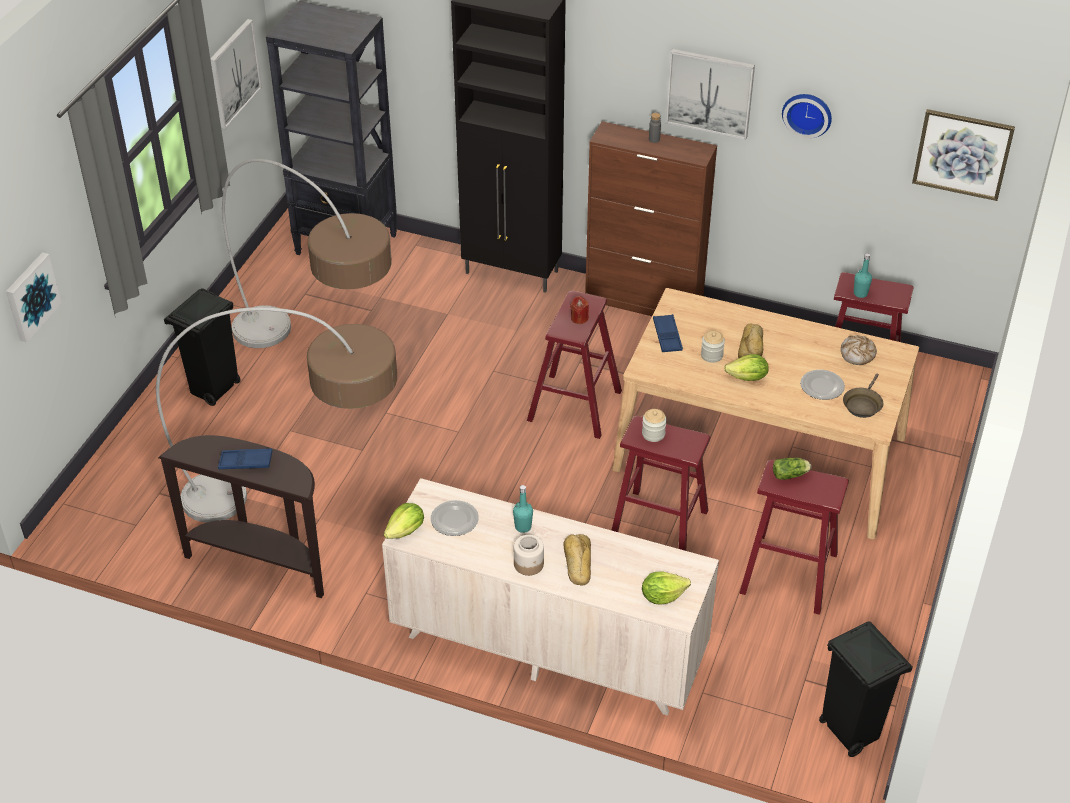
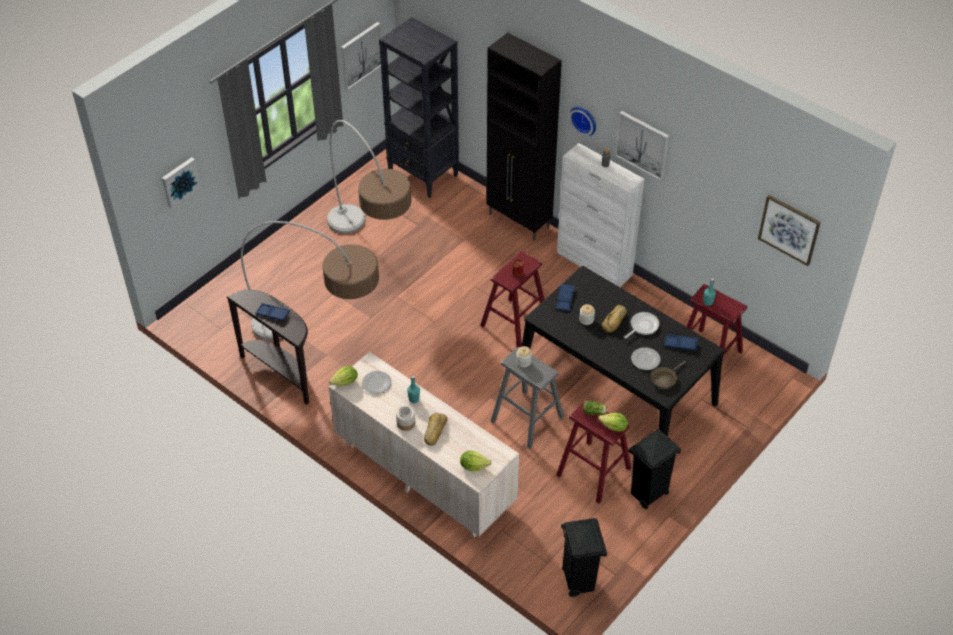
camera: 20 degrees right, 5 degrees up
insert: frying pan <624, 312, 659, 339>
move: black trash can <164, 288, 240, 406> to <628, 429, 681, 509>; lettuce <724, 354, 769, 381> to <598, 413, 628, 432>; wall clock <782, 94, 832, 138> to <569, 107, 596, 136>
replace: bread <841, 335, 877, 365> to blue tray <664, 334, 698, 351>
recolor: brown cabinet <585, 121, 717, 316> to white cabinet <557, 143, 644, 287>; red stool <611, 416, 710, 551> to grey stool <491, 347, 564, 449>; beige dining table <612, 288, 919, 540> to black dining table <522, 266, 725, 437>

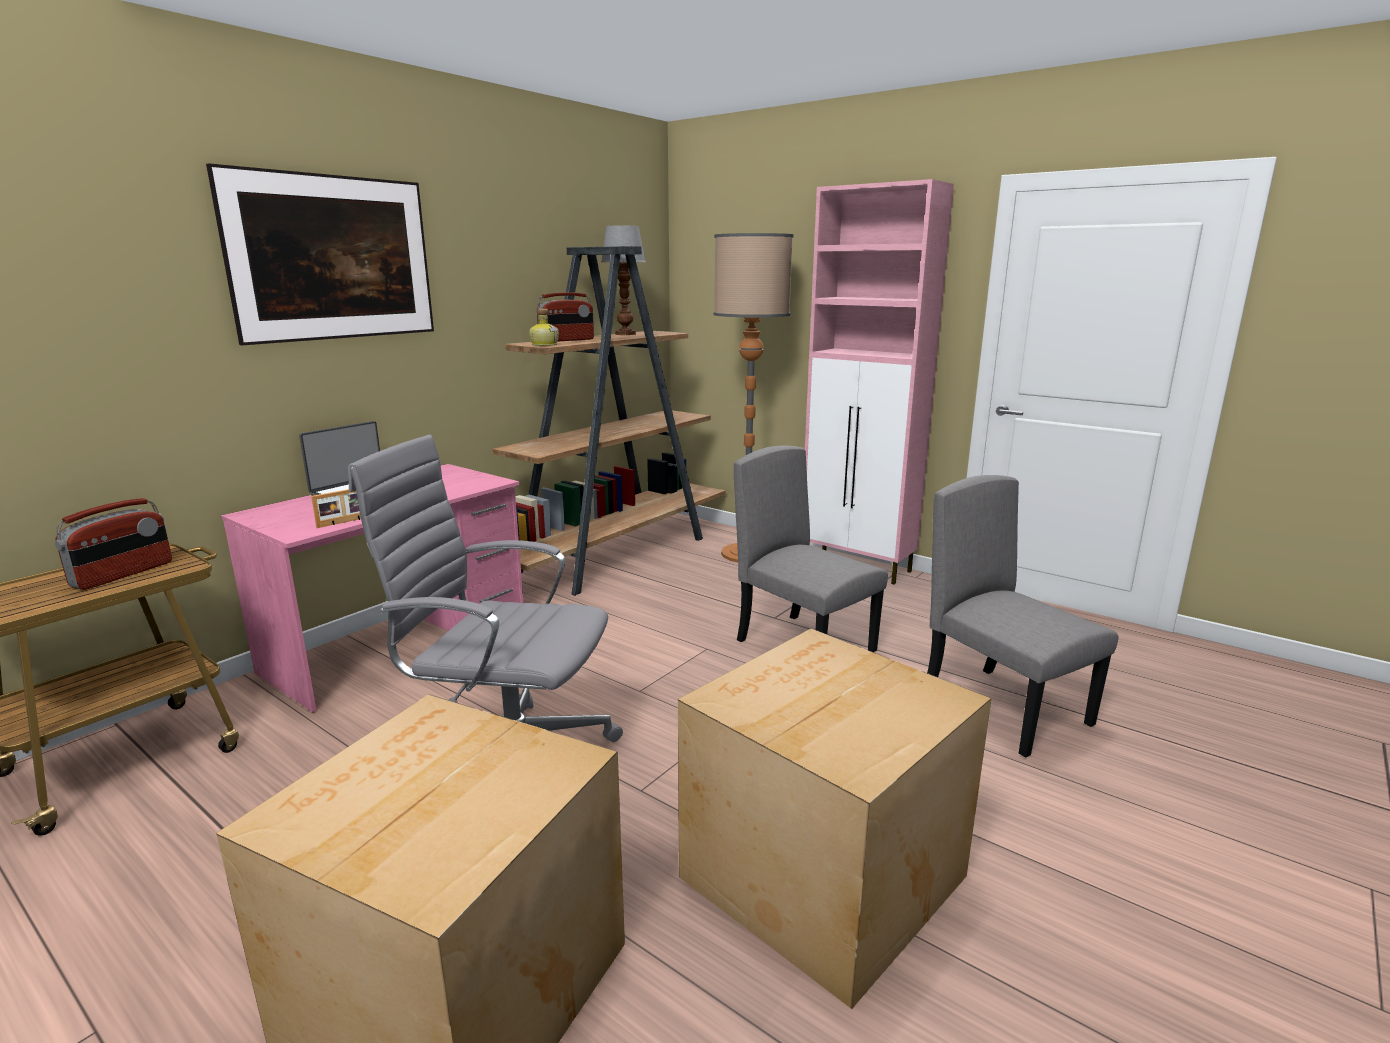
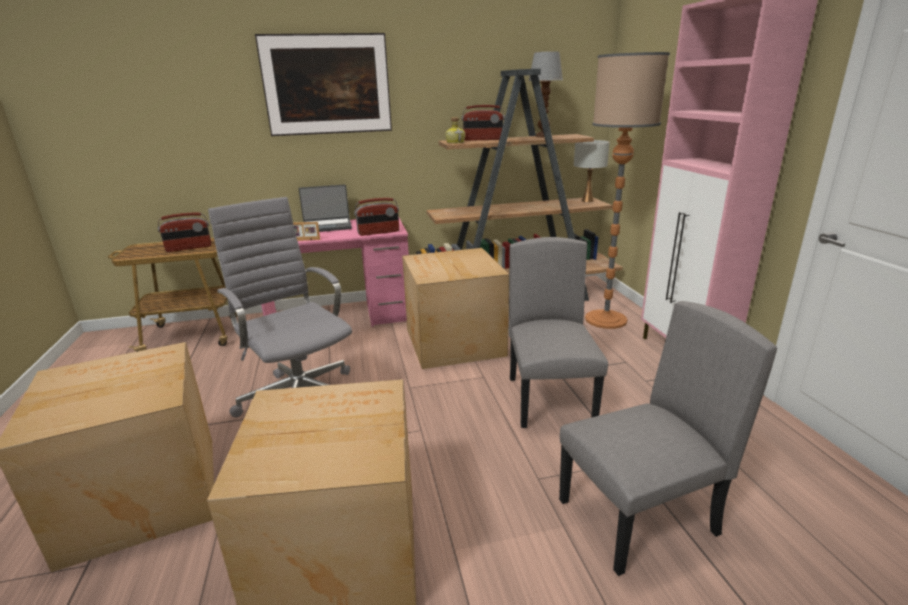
camera: 40 degrees right, 5 degrees up
insert: radio <354, 198, 399, 236>; cardboard box <402, 248, 509, 369>; white table lamp <574, 140, 610, 202>
rotate: grey chair <927, 475, 1118, 757> = <559, 301, 777, 576> 60 degrees clockwise

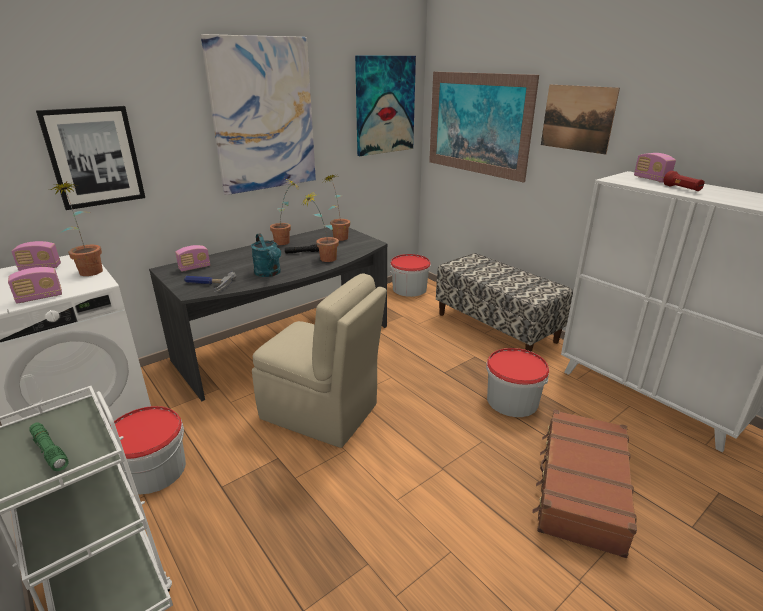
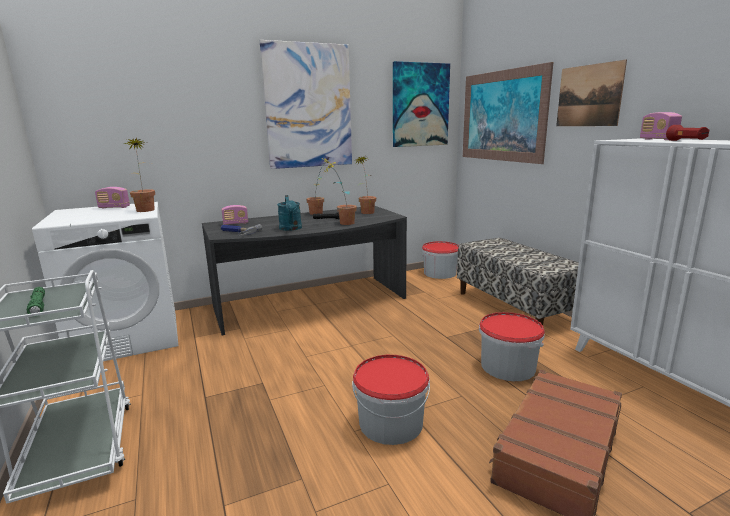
camera: 15 degrees right, 10 degrees down
delete: radio <8, 267, 62, 304>; picture <36, 106, 145, 210>; beige chair <252, 273, 387, 448>
move: bucket <110, 406, 186, 494> to <352, 355, 430, 445>

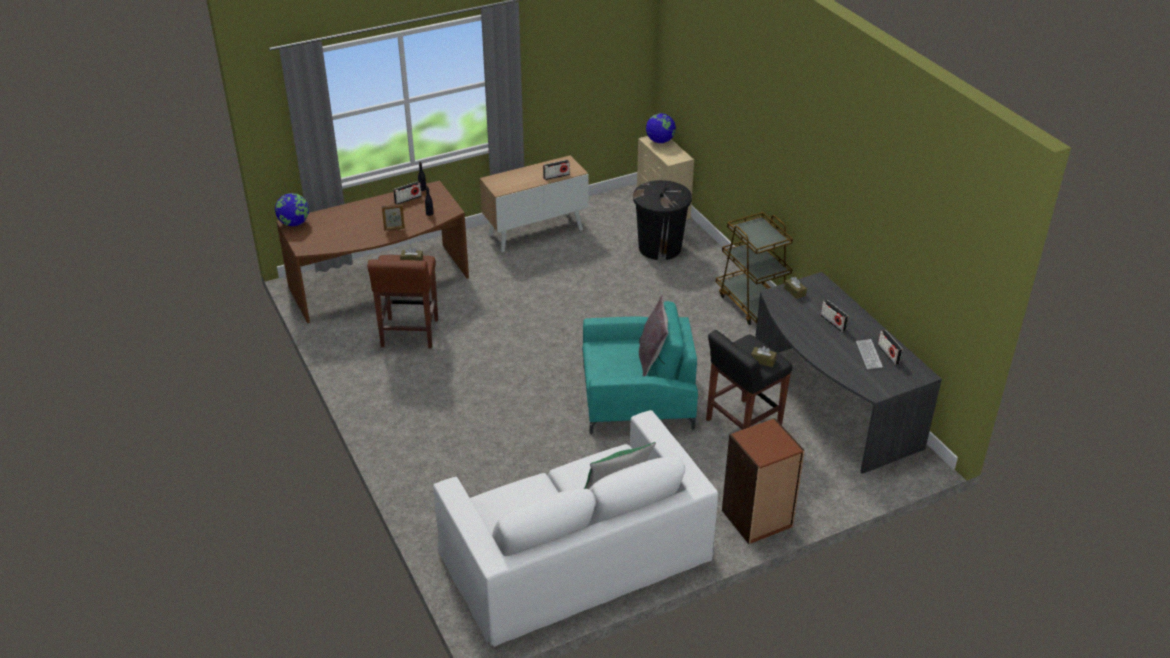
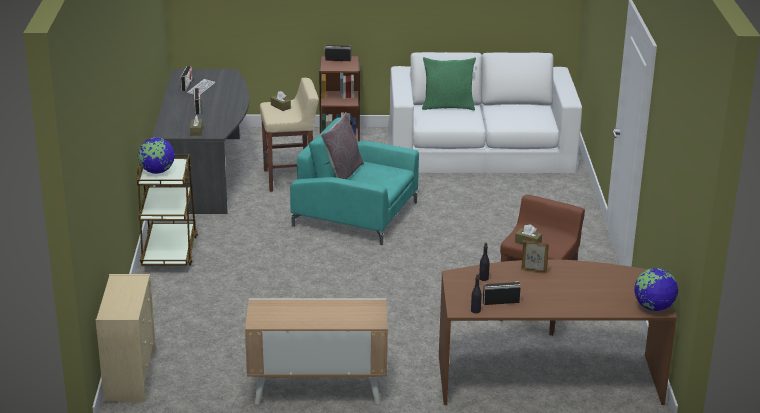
camera: 155 degrees left, 10 degrees down
delete: black trash can <633, 180, 692, 260>
move: radio <543, 160, 570, 180> to <325, 45, 351, 61>; globe <646, 113, 676, 143> to <138, 137, 175, 174>
recolor: black stool <706, 330, 792, 430> to beige stool <260, 78, 319, 192>

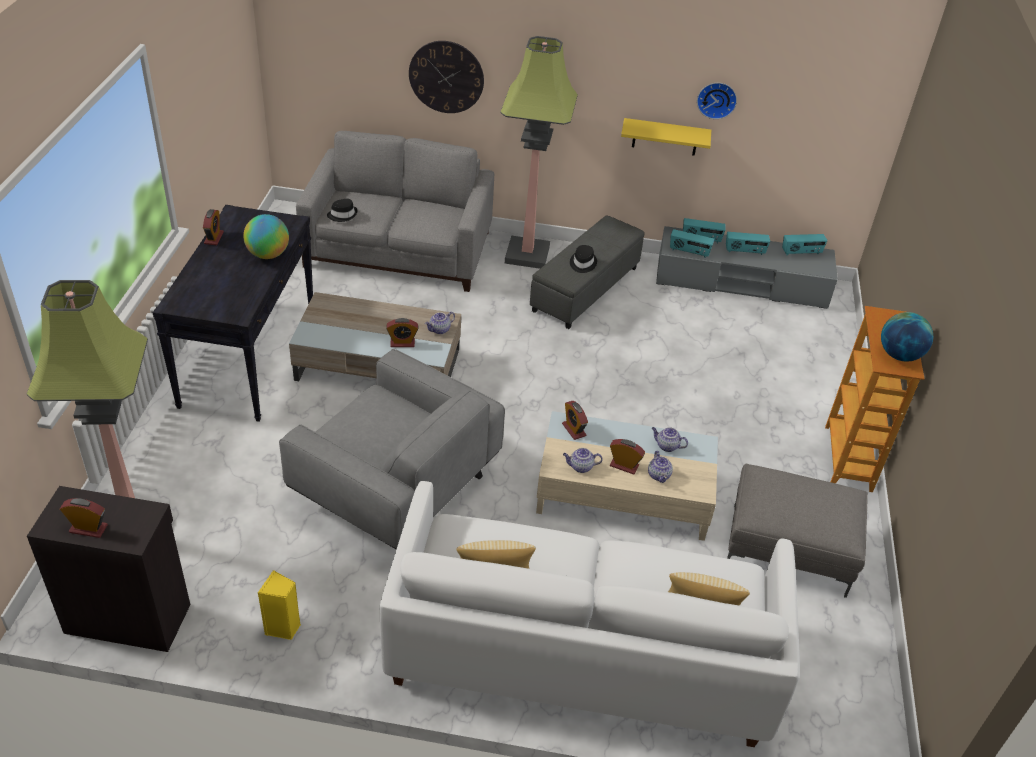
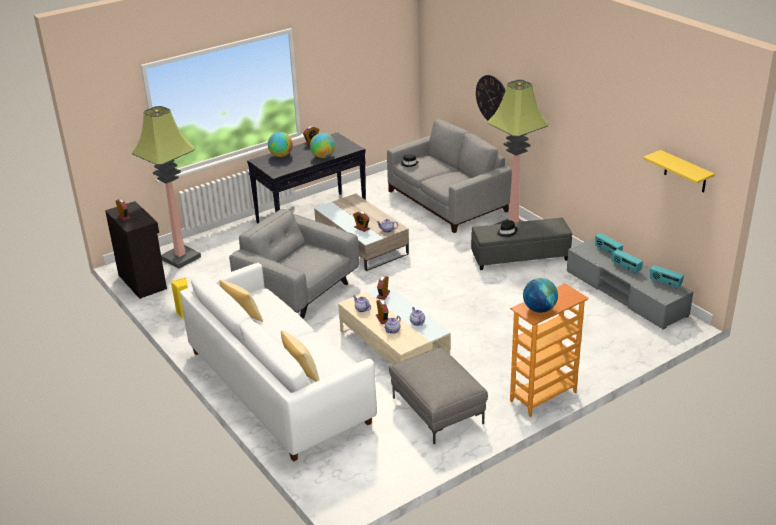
camera: 50 degrees right, 10 degrees down
delete: radio <670, 229, 715, 258>; wall clock <697, 83, 737, 119>
insert: globe <268, 132, 293, 157>
move: yellow shelf <621, 118, 711, 156> to <643, 150, 715, 193>
rotate: grey armchair <279, 349, 505, 549> = <229, 209, 360, 319> 135 degrees clockwise

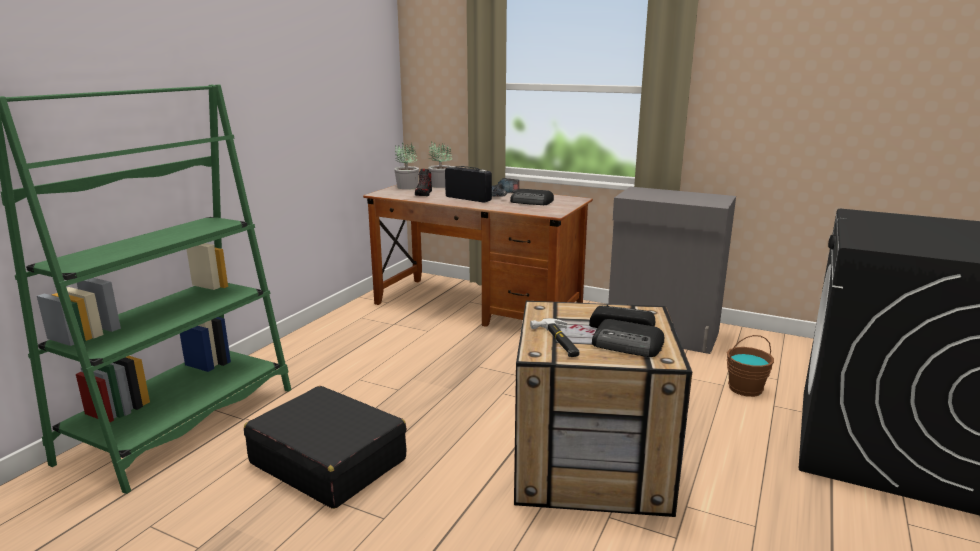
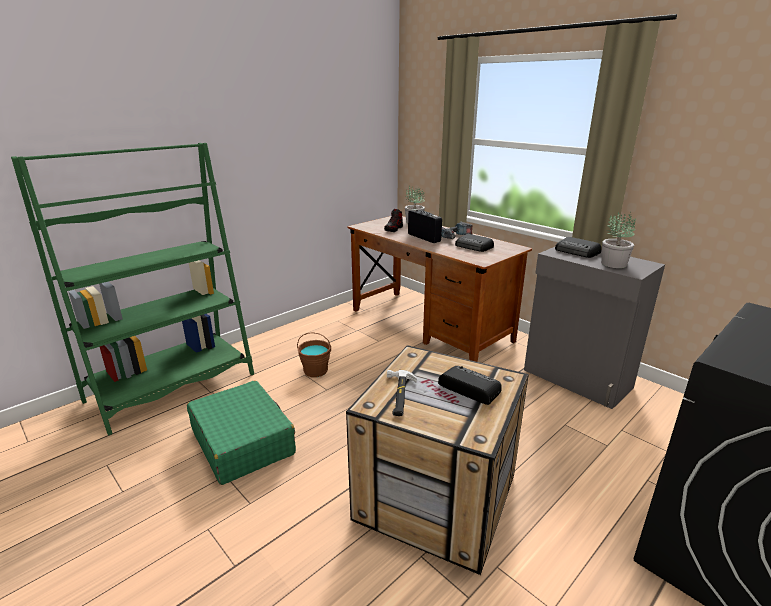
camera: 20 degrees right, 5 degrees up
move: potted plant <394, 143, 419, 189> to <601, 212, 636, 268>; radio <592, 319, 664, 357> to <555, 237, 602, 258>; brown bucket <727, 335, 774, 397> to <297, 332, 331, 377>
recolor: black suitcase <244, 386, 407, 509> to green suitcase <187, 380, 296, 485>

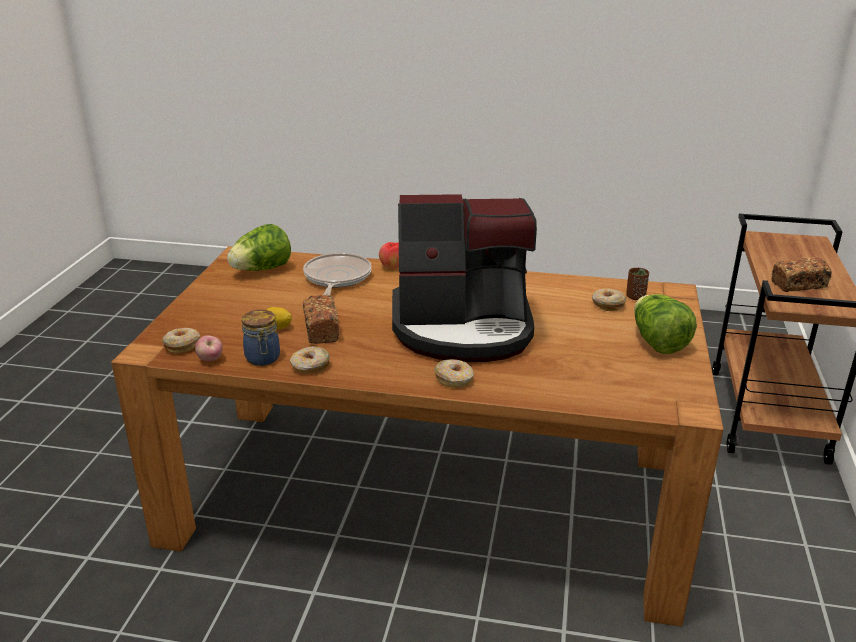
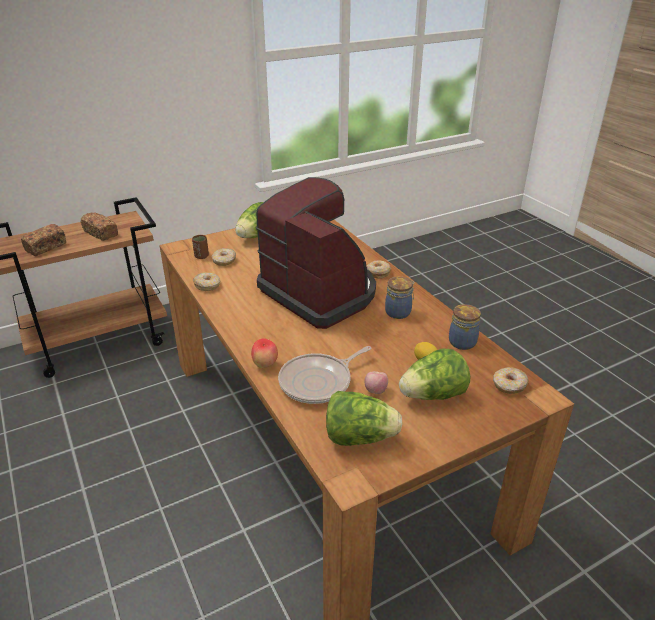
camera: 130 degrees left, 5 degrees up
insert: jar <385, 277, 415, 319>; lettuce <399, 349, 470, 400>
move: apple <195, 335, 223, 361> to <364, 371, 388, 394>; donut <290, 346, 330, 374> to <193, 272, 220, 291>; bread <303, 295, 339, 344> to <21, 224, 66, 256>

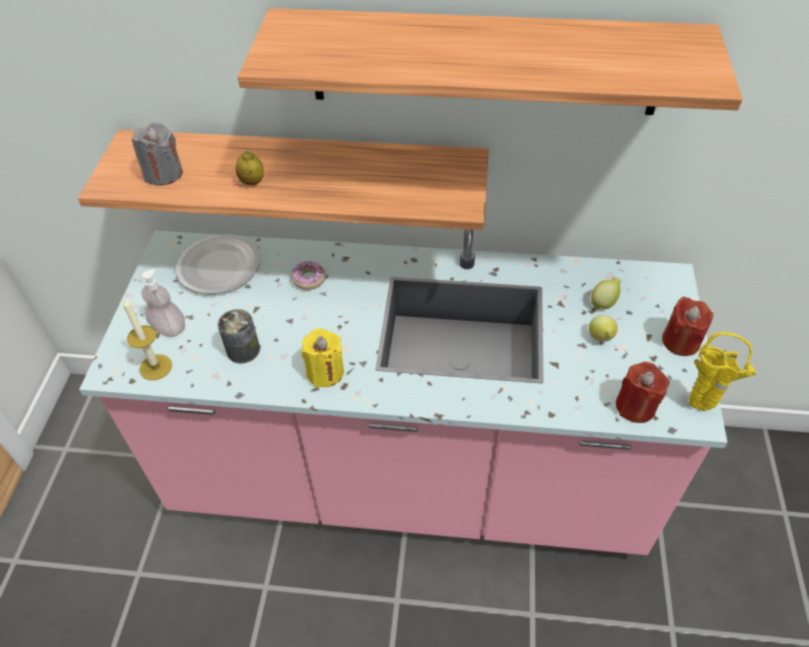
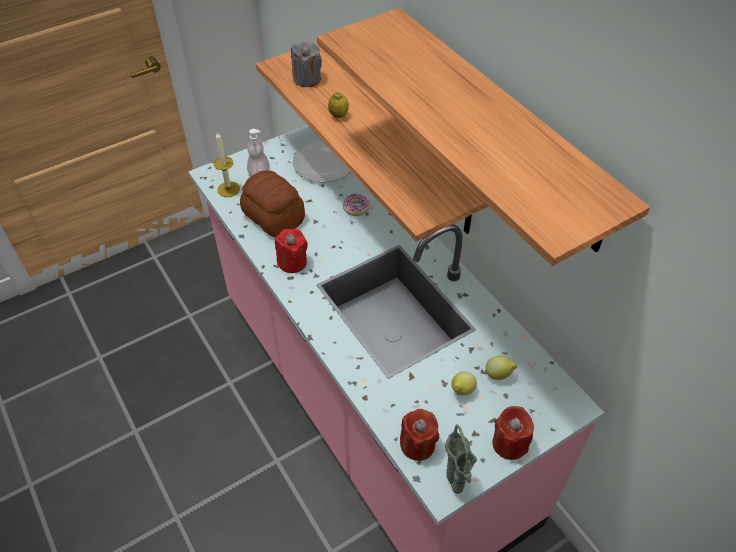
camera: 50 degrees right, 0 degrees up
replace: can <218, 309, 260, 363> to bread <240, 170, 305, 237>
recolor: yellow candle <301, 329, 344, 387> to red candle <275, 228, 308, 273>; yellow vase <689, 332, 756, 411> to green vase <445, 424, 477, 494>

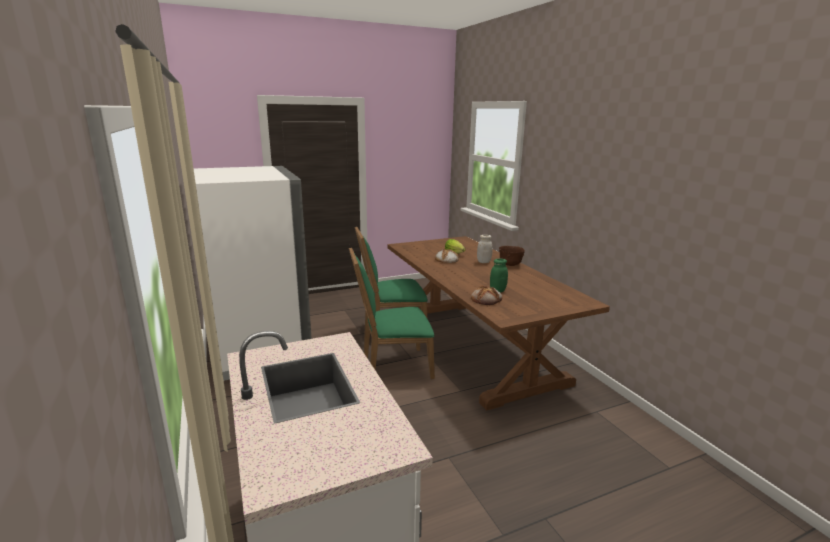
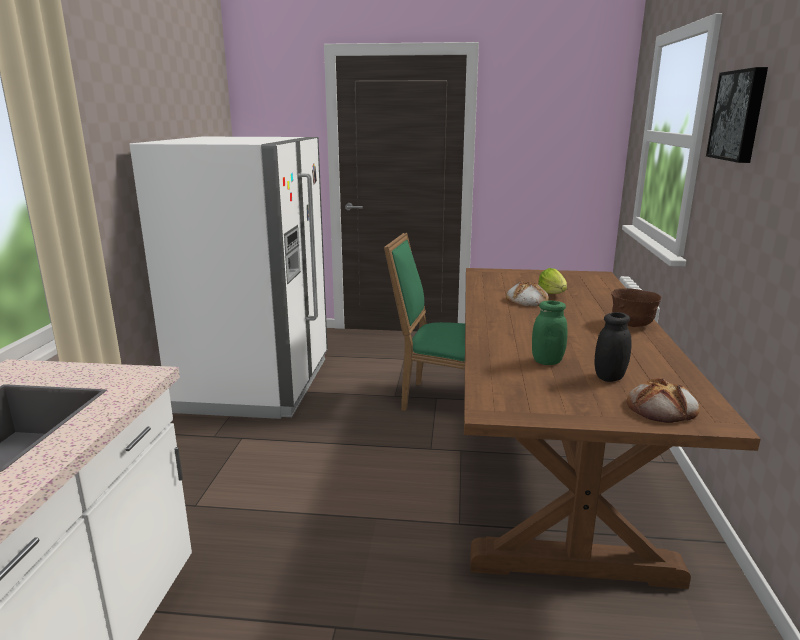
camera: 30 degrees right, 0 degrees up
delete: green chair <349, 247, 435, 379>; white jar <477, 235, 492, 263>
insert: black jar <594, 312, 631, 382>; picture <706, 67, 768, 163>
move: bread <471, 286, 502, 305> to <627, 378, 700, 423>

